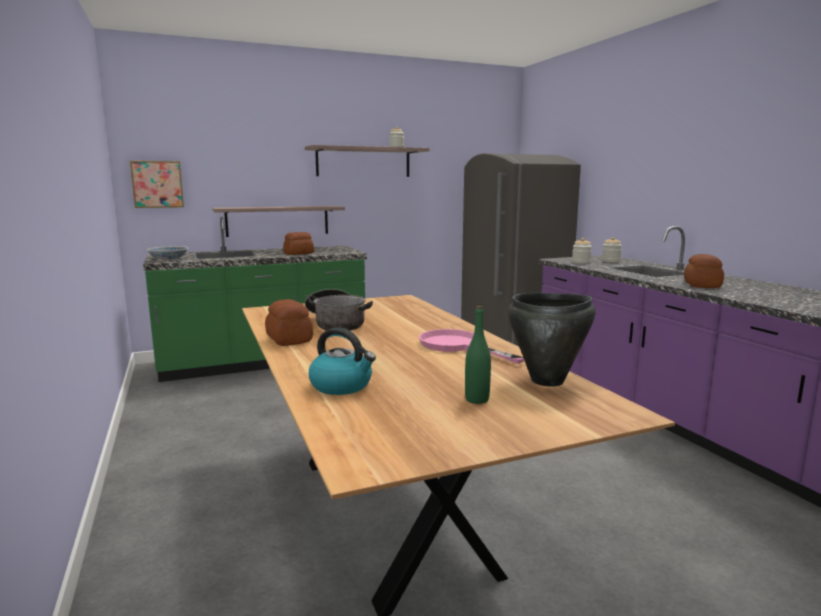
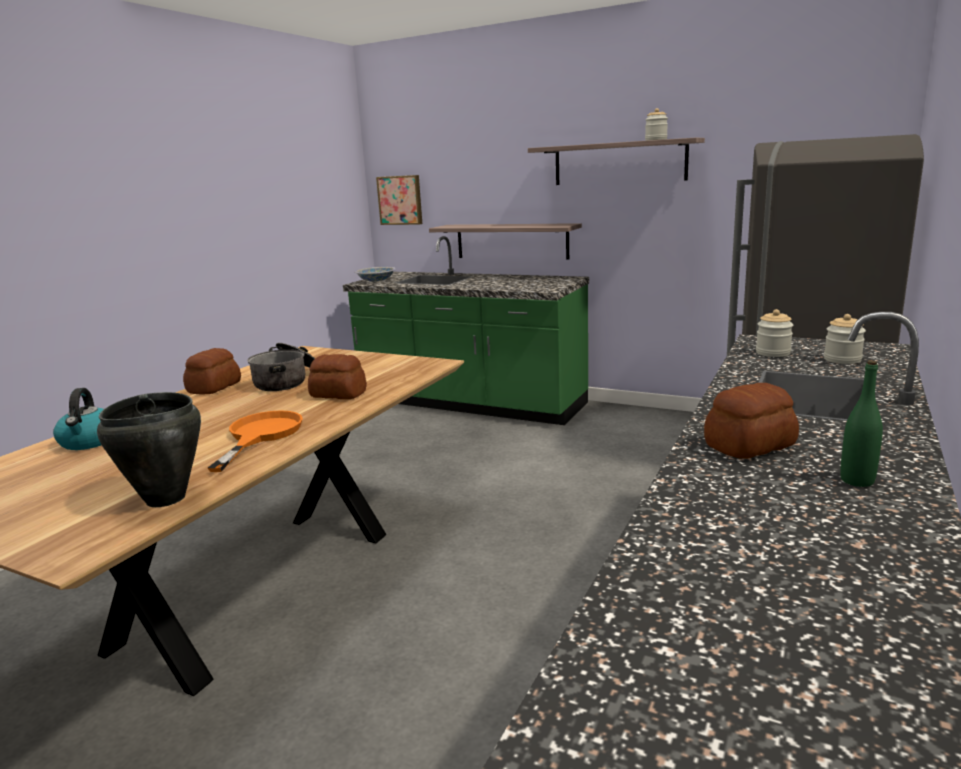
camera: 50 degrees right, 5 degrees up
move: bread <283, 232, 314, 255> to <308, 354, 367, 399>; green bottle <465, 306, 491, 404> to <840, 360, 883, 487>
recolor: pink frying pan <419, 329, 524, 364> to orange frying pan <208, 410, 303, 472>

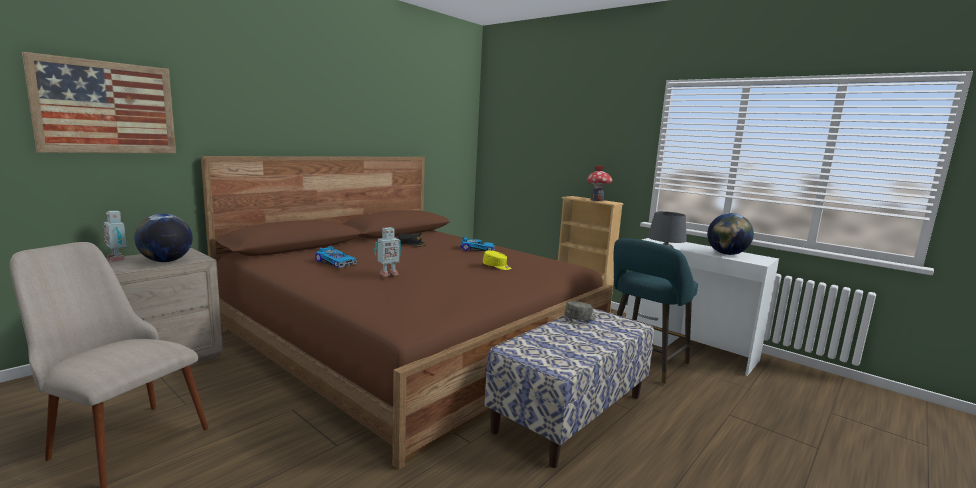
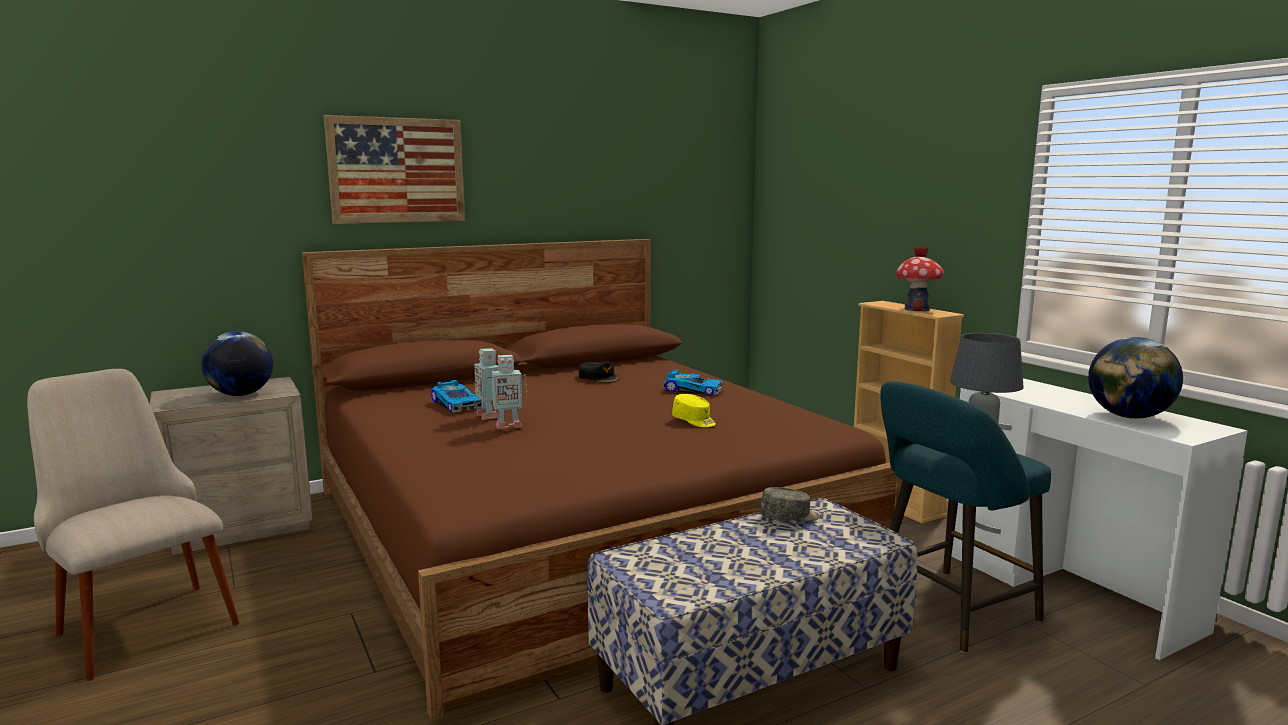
camera: 20 degrees right, 0 degrees up
move: picture <22, 52, 176, 153> to <324, 115, 465, 224>; toy robot <103, 211, 128, 262> to <474, 348, 498, 420>

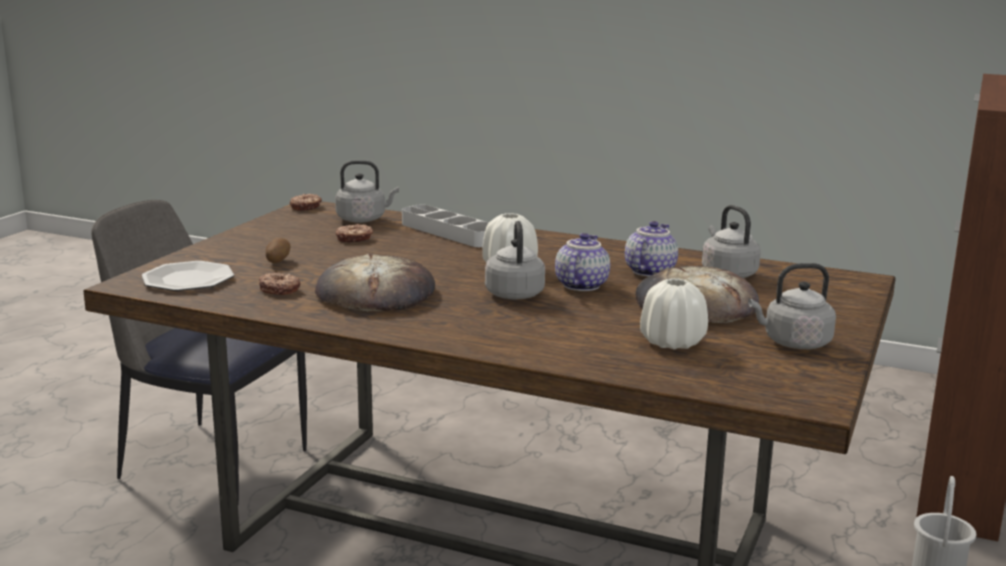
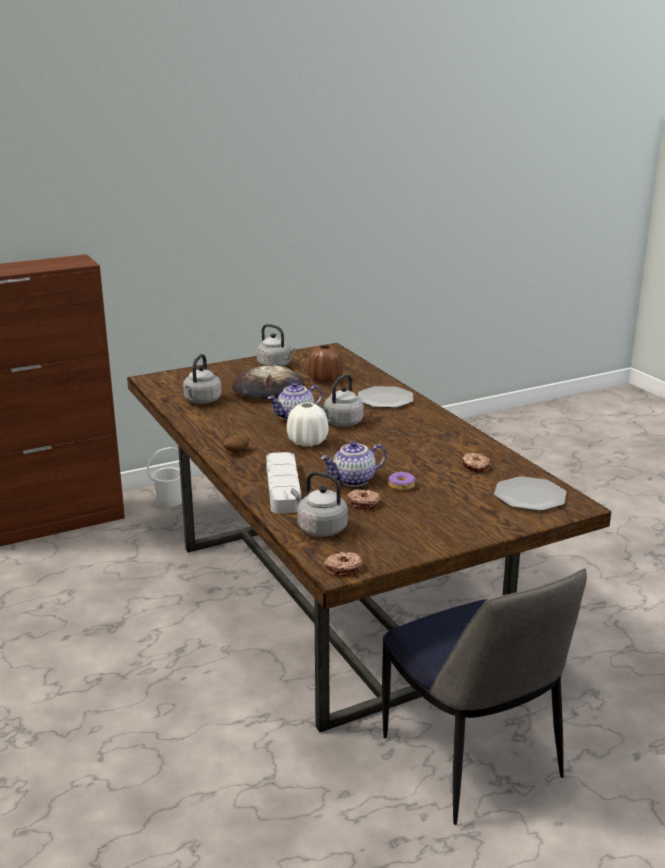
camera: 140 degrees left, 5 degrees up
delete: bread <315, 254, 435, 311>
insert: plate <358, 386, 414, 408>; donut <388, 472, 415, 491>
move: potato <266, 238, 290, 263> to <223, 435, 249, 453>; teapot <625, 221, 678, 277> to <321, 441, 387, 487>
recolor: white vase <640, 278, 708, 350> to brown vase <308, 345, 343, 383>

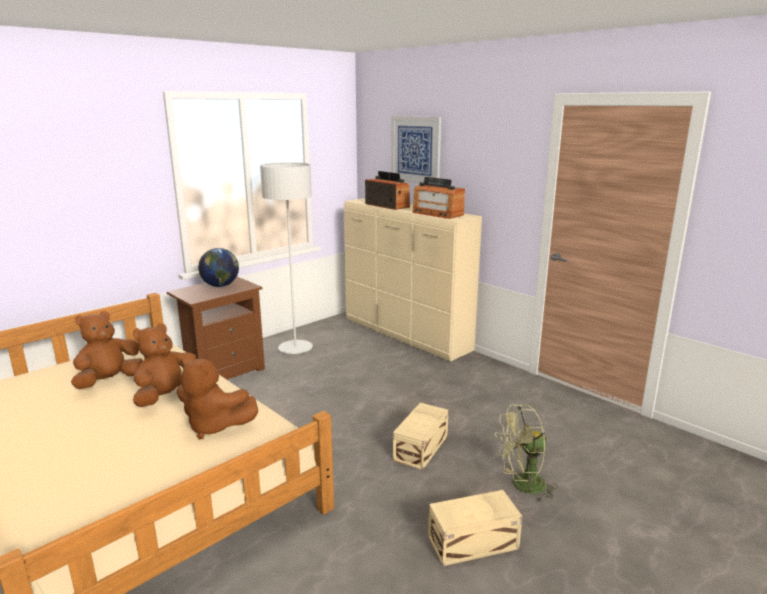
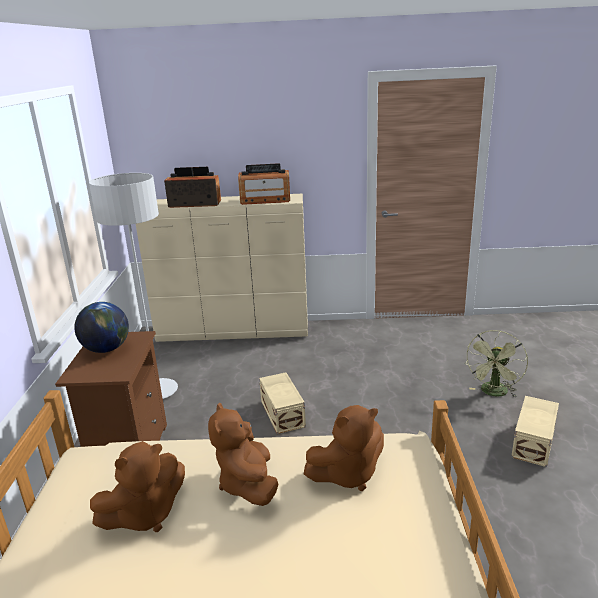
camera: 45 degrees left, 5 degrees up
delete: picture <391, 116, 441, 184>
move: beige storage box <393, 403, 448, 470> to <259, 372, 306, 434>
rotate: brown plush toy <71, 311, 143, 389> = <90, 441, 185, 532> 120 degrees counterclockwise

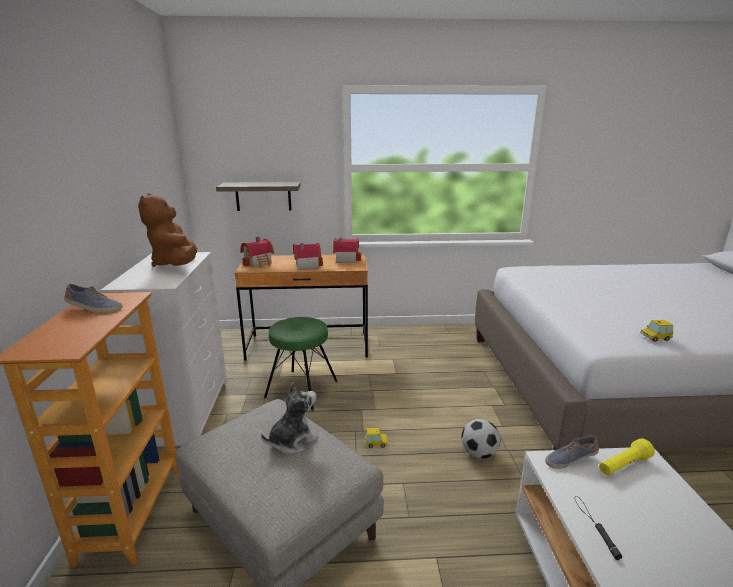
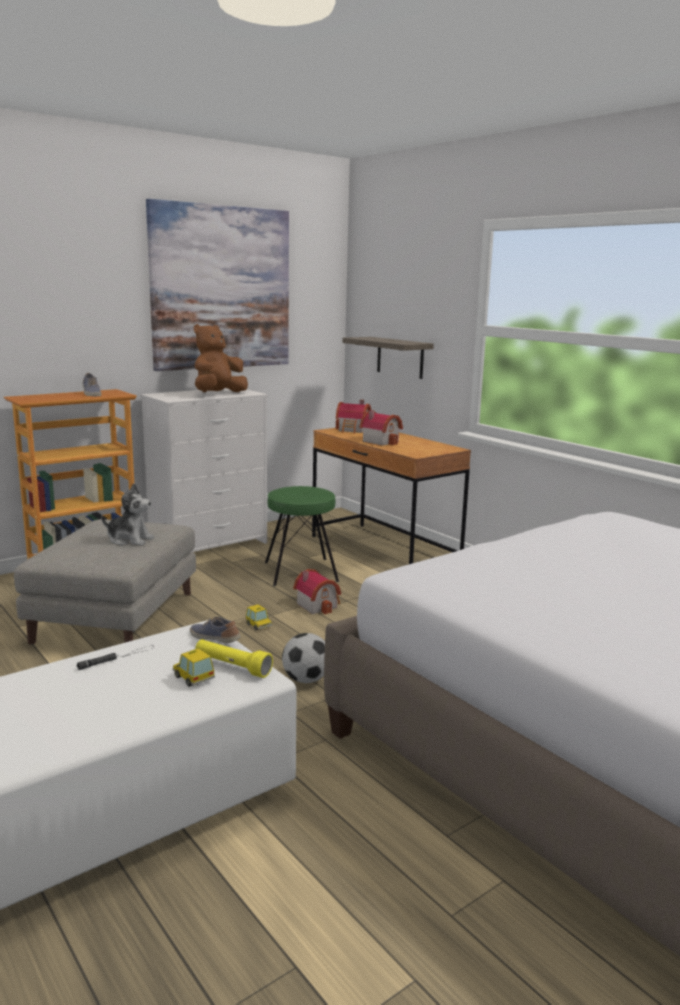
camera: 55 degrees right, 5 degrees down
insert: picture <146, 199, 289, 371>
move: toy house <333, 238, 361, 263> to <293, 569, 341, 615>; toy car <640, 320, 673, 342> to <173, 648, 215, 687>

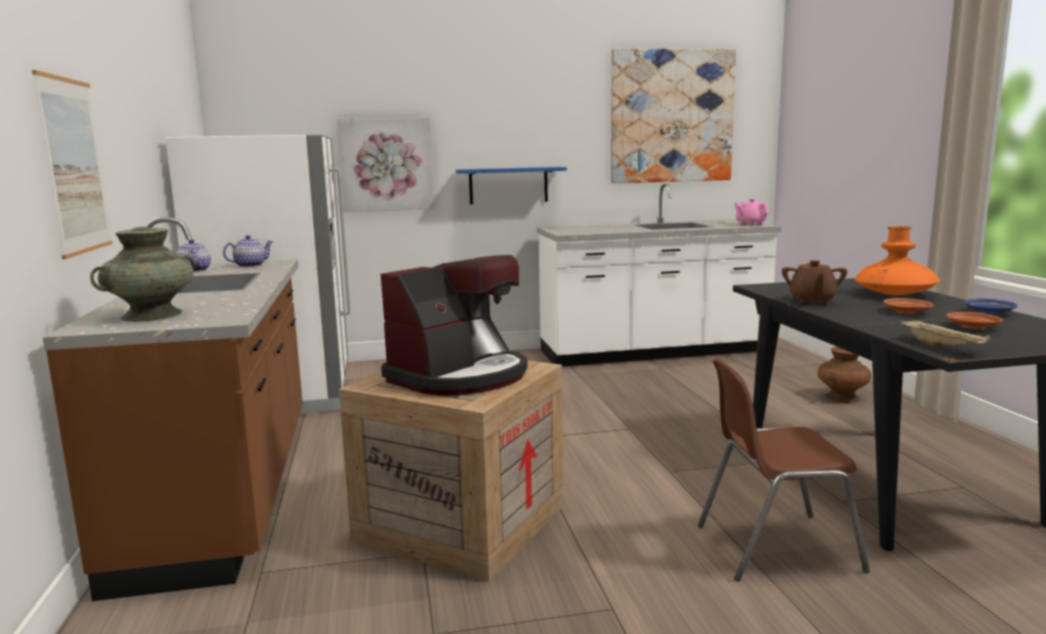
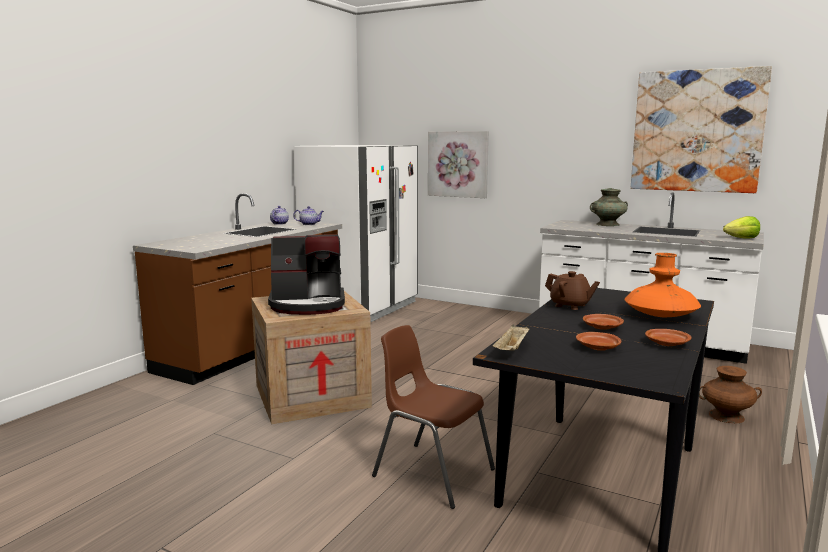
camera: 40 degrees right, 0 degrees up
delete: picture <32, 70, 113, 259>; blue shelf <456, 167, 567, 204>
move: turquoise vase <90, 226, 195, 322> to <590, 188, 628, 226>
replace: pink teapot <734, 199, 769, 226> to lettuce <723, 216, 760, 239>
recolor: blue plate <964, 298, 1017, 314> to brown plate <645, 329, 691, 346>
rotate: brown teapot <782, 260, 848, 304> = <545, 271, 600, 310> 105 degrees counterclockwise

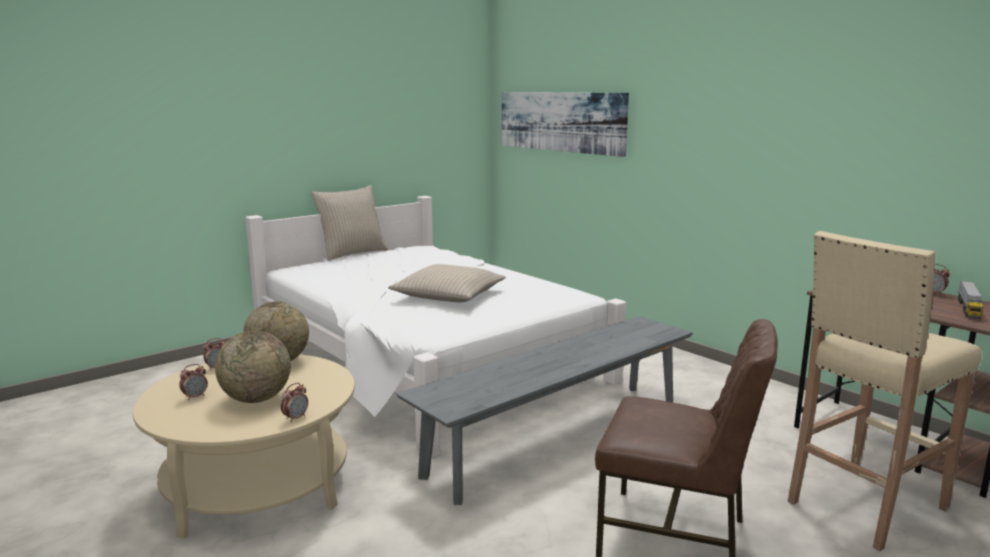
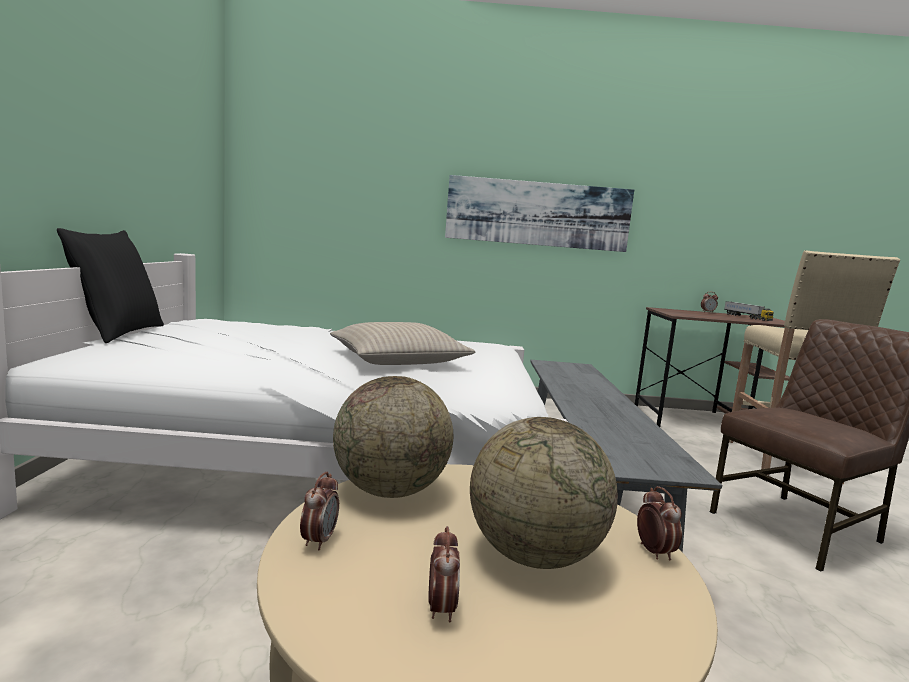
camera: 50 degrees left, 5 degrees down
move: picture <502, 92, 629, 157> to <445, 175, 634, 252>
recolor: beige pillow <311, 185, 388, 261> to black pillow <57, 228, 164, 343>

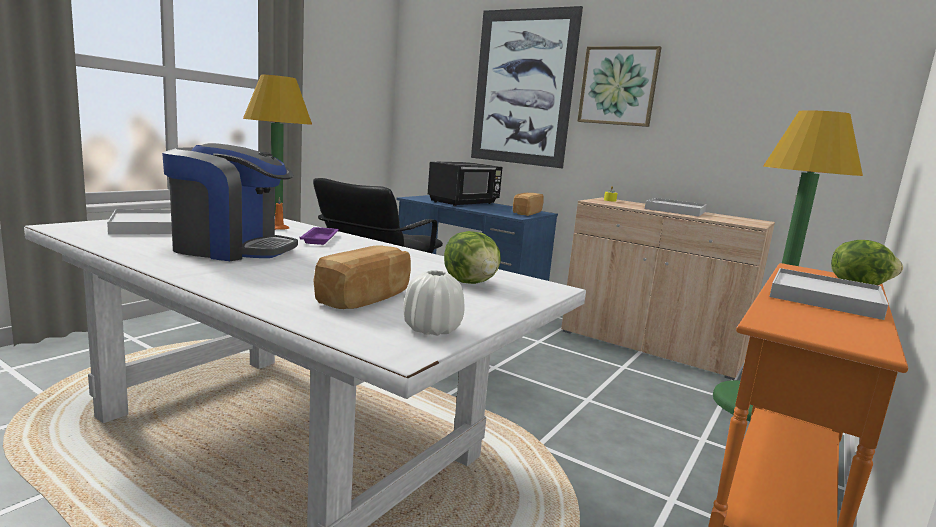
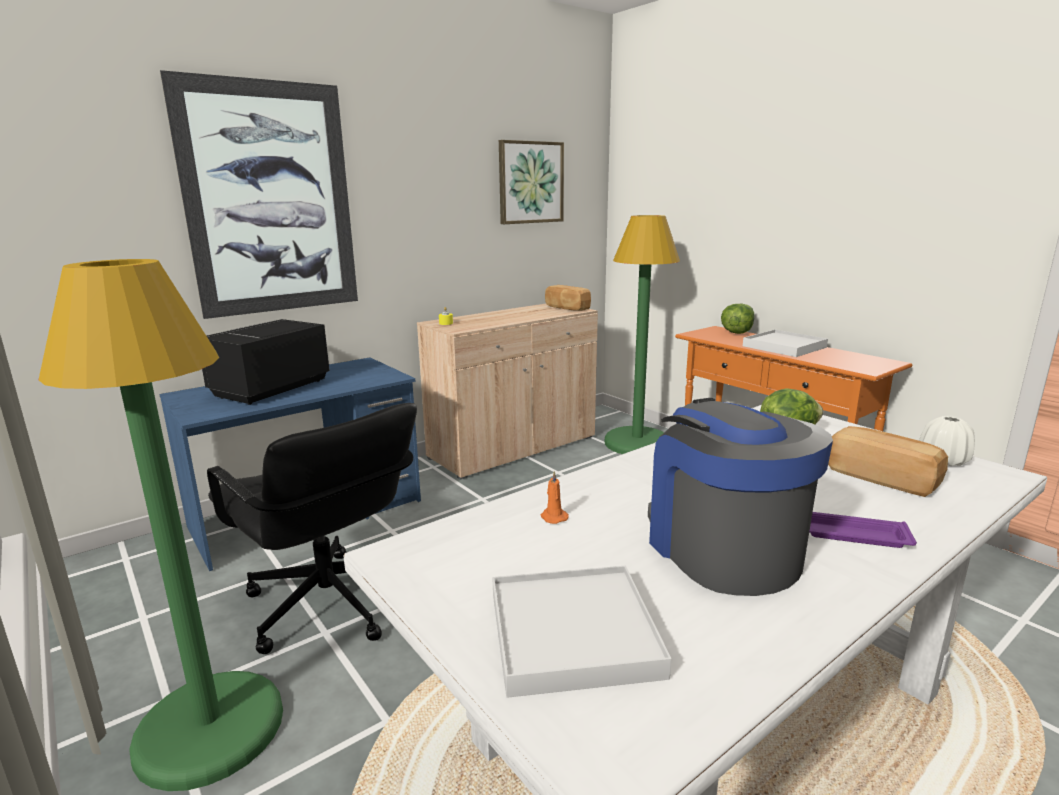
camera: 70 degrees left, 5 degrees up
delete: white tray <645, 198, 707, 216>
move: purple tray <300, 227, 339, 245> to <809, 512, 917, 548>; bread <513, 193, 544, 216> to <545, 285, 591, 311>; picture <577, 46, 662, 127> to <499, 140, 564, 224>
rotate: coffee machine <162, 143, 298, 261> = <648, 398, 833, 596> 45 degrees counterclockwise; black microwave <428, 162, 503, 206> = <202, 319, 330, 405> 120 degrees counterclockwise

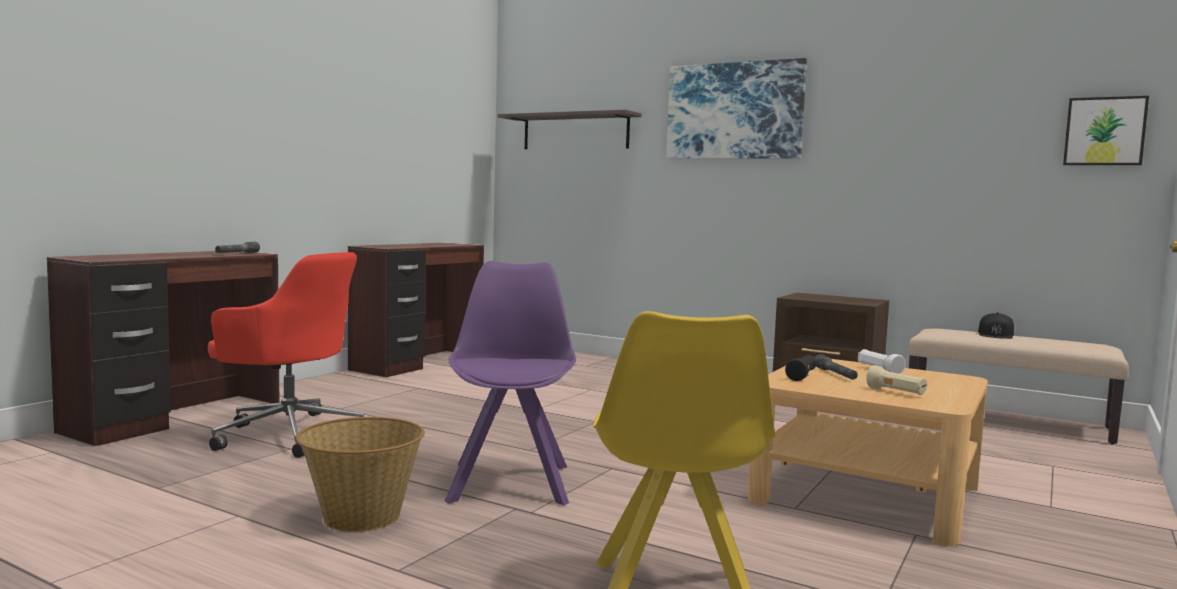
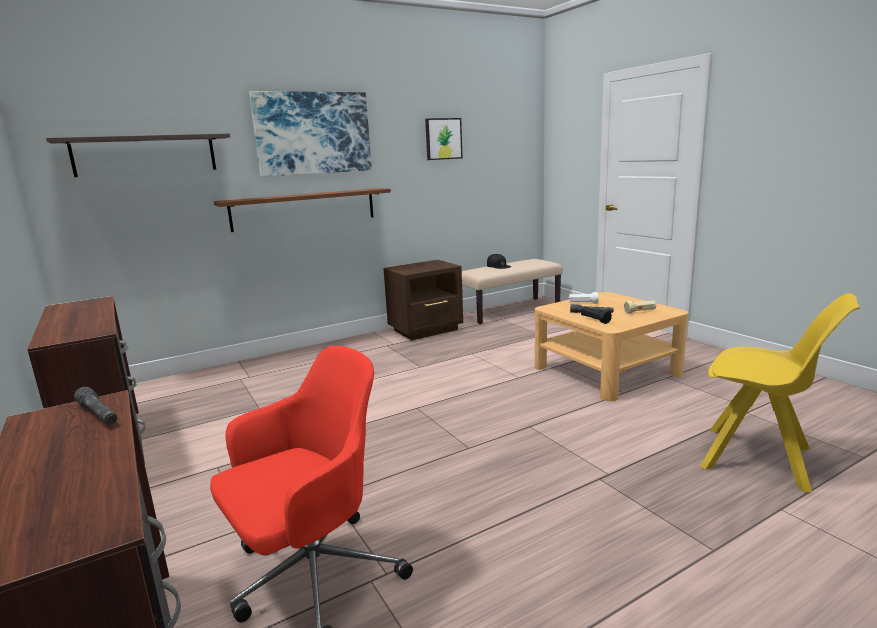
camera: 60 degrees left, 10 degrees up
delete: basket <296, 417, 425, 532>; purple chair <445, 261, 576, 505>
insert: brown shelf <214, 188, 391, 232>
move: picture <1063, 96, 1149, 165> to <425, 118, 463, 160>

